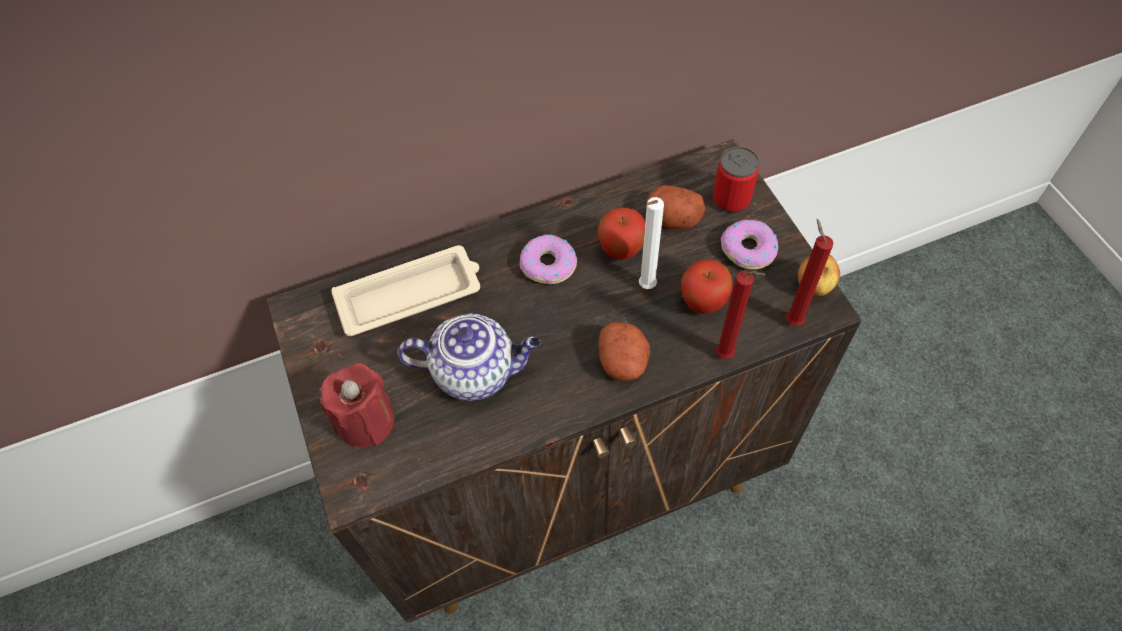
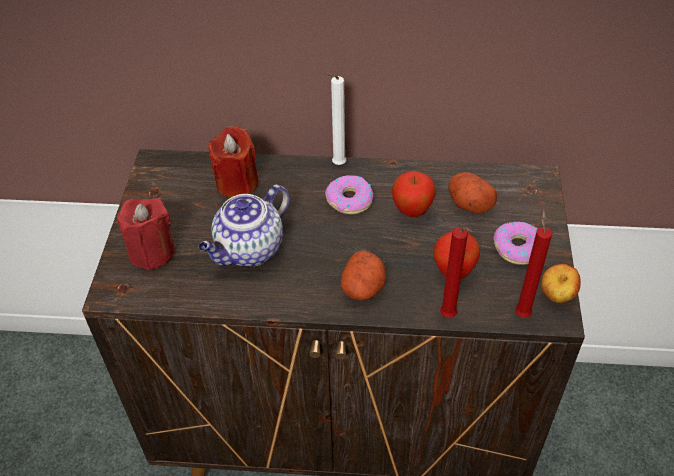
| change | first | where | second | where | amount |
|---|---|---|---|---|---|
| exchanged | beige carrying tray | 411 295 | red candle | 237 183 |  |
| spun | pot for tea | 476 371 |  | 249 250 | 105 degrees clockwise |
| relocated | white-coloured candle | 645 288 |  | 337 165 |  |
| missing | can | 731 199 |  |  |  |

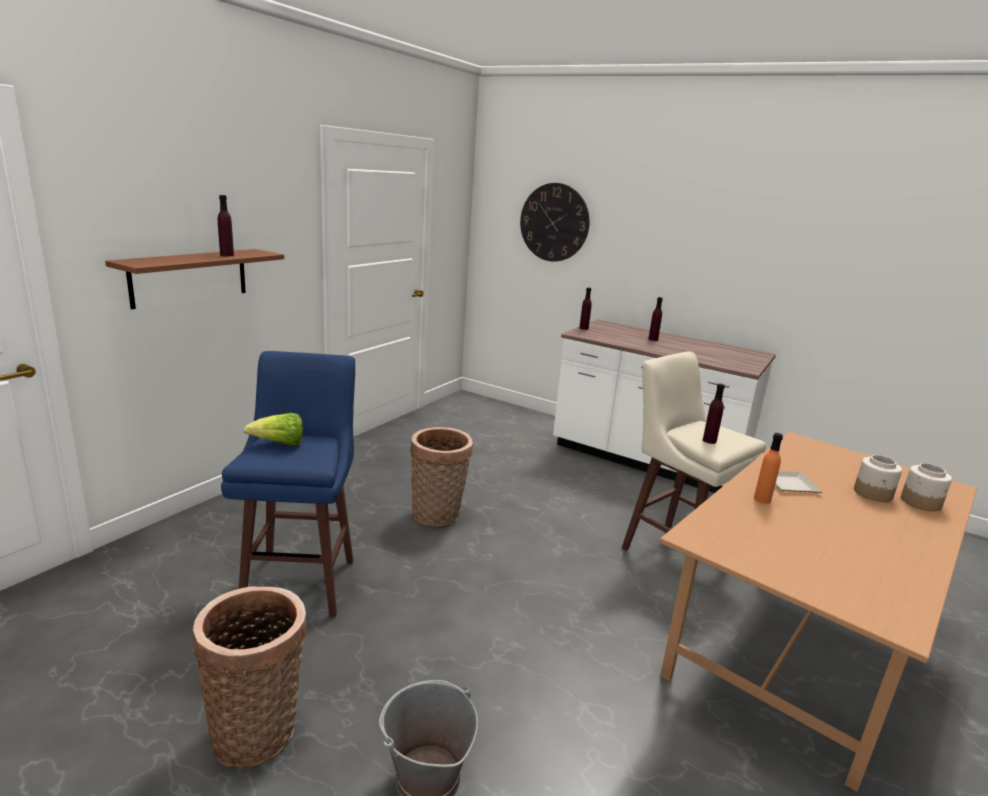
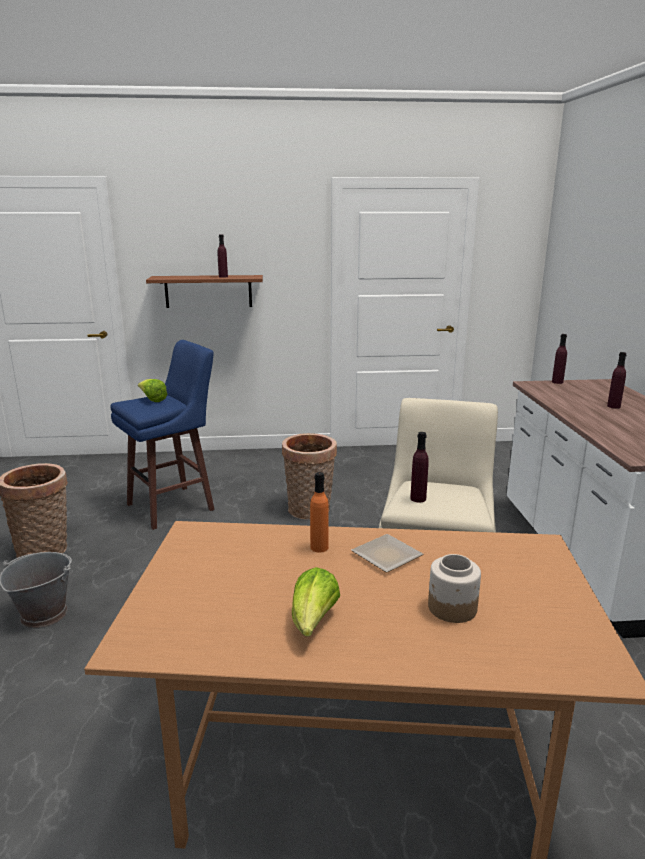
| change | first | where | second | where | amount |
|---|---|---|---|---|---|
| missing | wall clock | 554 222 |  |  |  |
| missing | storage jar | 921 502 |  |  |  |
| appeared |  |  | head of lettuce | 313 622 |  |

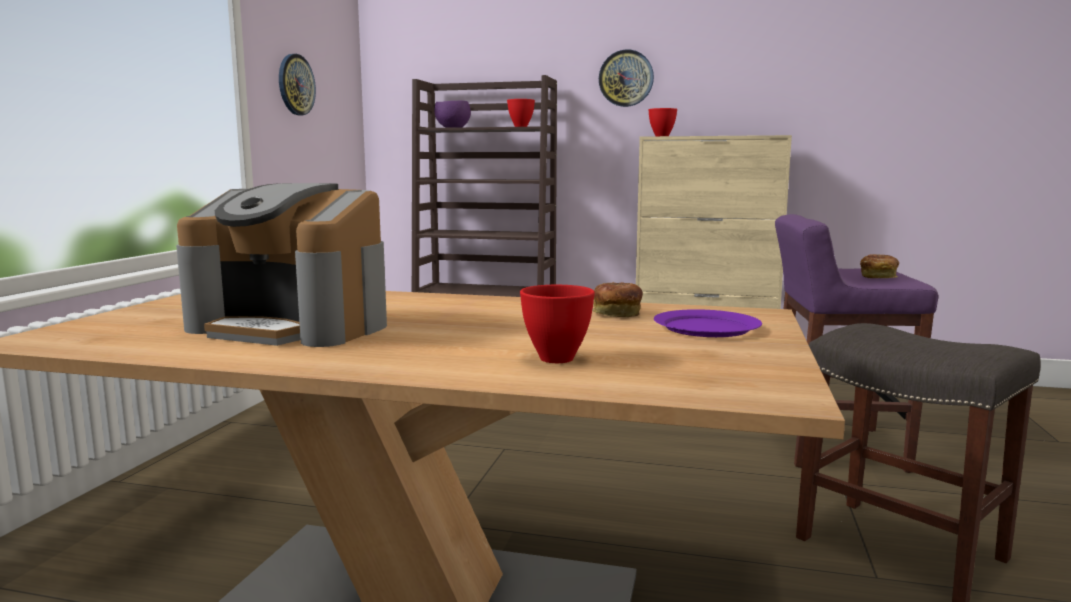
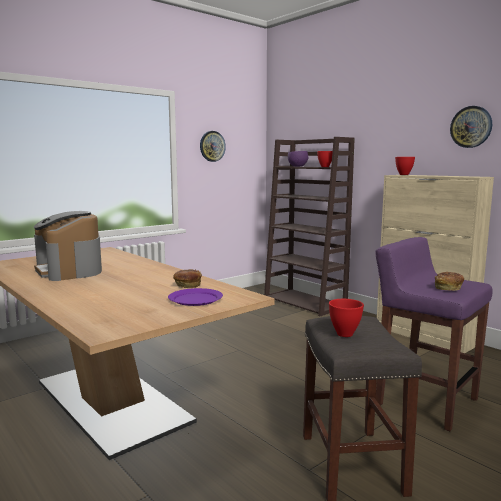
| change | first | where | second | where | amount |
|---|---|---|---|---|---|
| relocated | red serving bowl | 555 358 |  | 344 334 |  |
| relocated | wall clock | 626 78 |  | 471 127 |  |

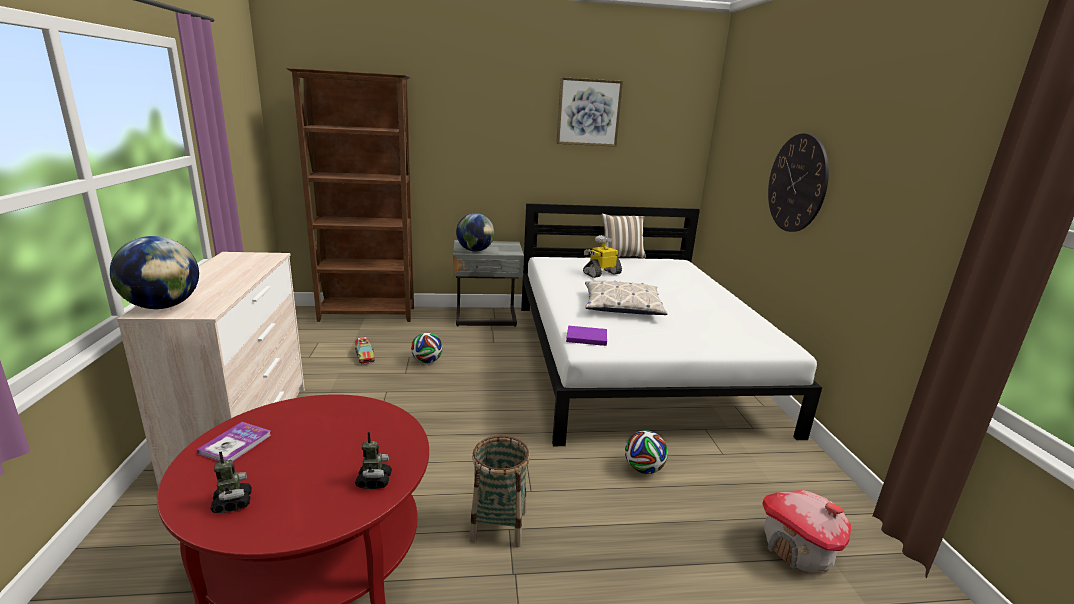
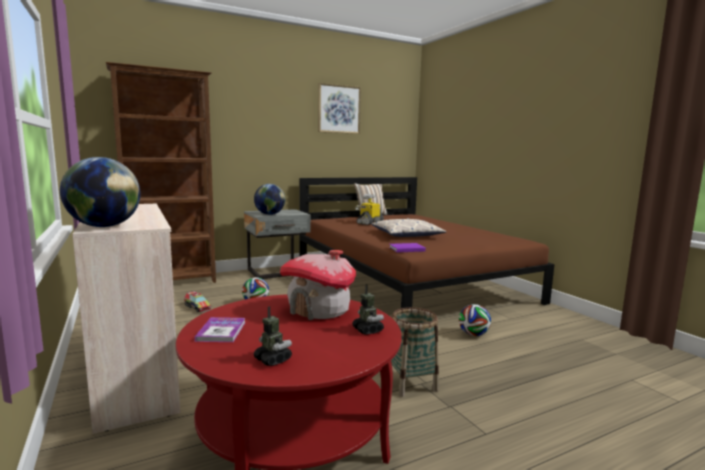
| change | first | where | second | where | amount |
|---|---|---|---|---|---|
| colour | white-coloured bedroom bed | 635 360 | brownish bedroom bed | 409 281 |  |
| relocated | model house | 798 550 |  | 319 310 |  |
| missing | wall clock | 797 183 |  |  |  |

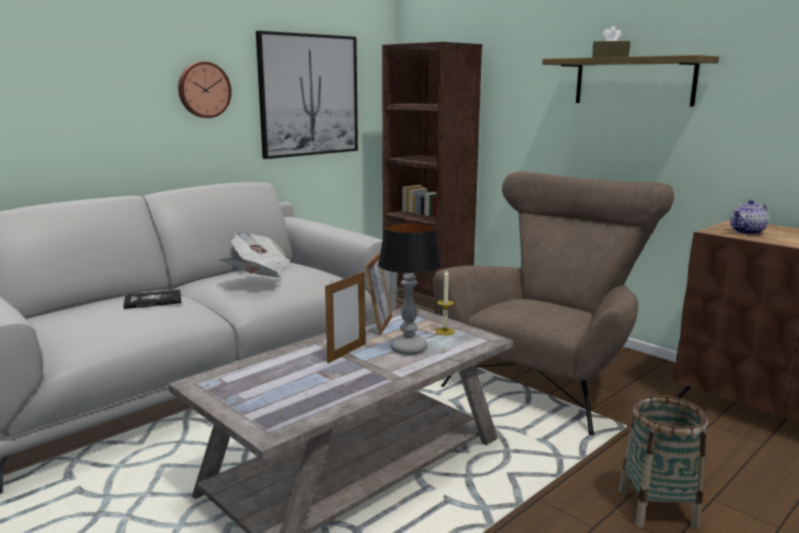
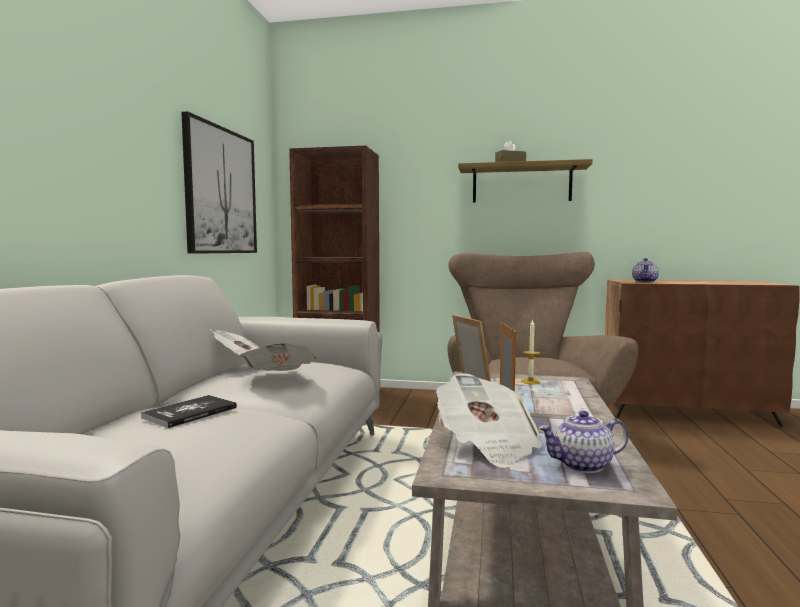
| change | first | where | second | where | amount |
|---|---|---|---|---|---|
| missing | wall clock | 203 90 |  |  |  |
| missing | table lamp | 407 348 |  |  |  |
| missing | basket | 657 508 |  |  |  |
| appeared |  |  | newspaper | 487 445 |  |
| appeared |  |  | pot for tea | 582 465 |  |

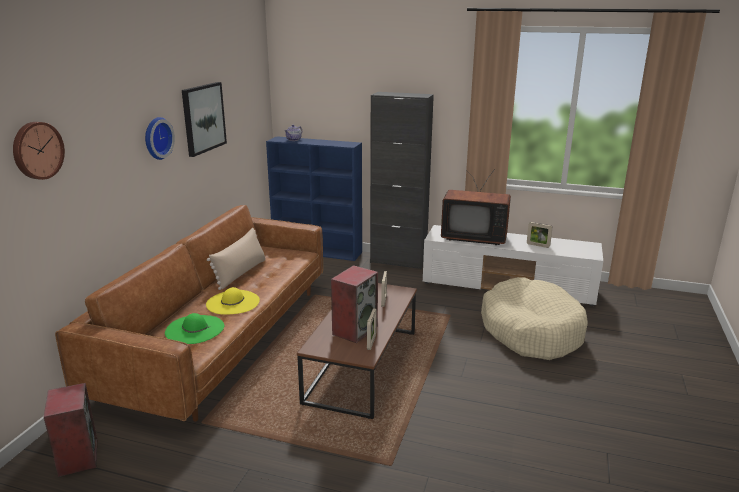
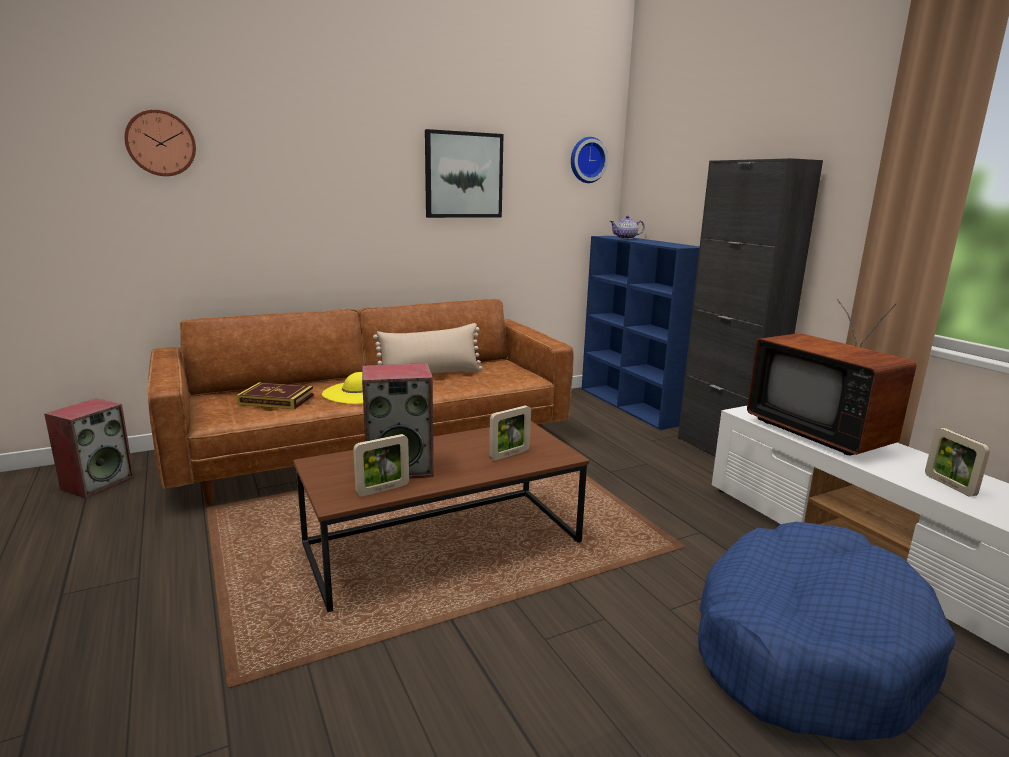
| change | first | where | second | where | amount |
|---|---|---|---|---|---|
| relocated | wall clock | 156 138 |  | 587 160 |  |
| exchanged | greenish hat | 194 329 | bound book | 276 400 |  |
| colour | beige dog bed | 531 331 | blue dog bed | 806 647 |  |

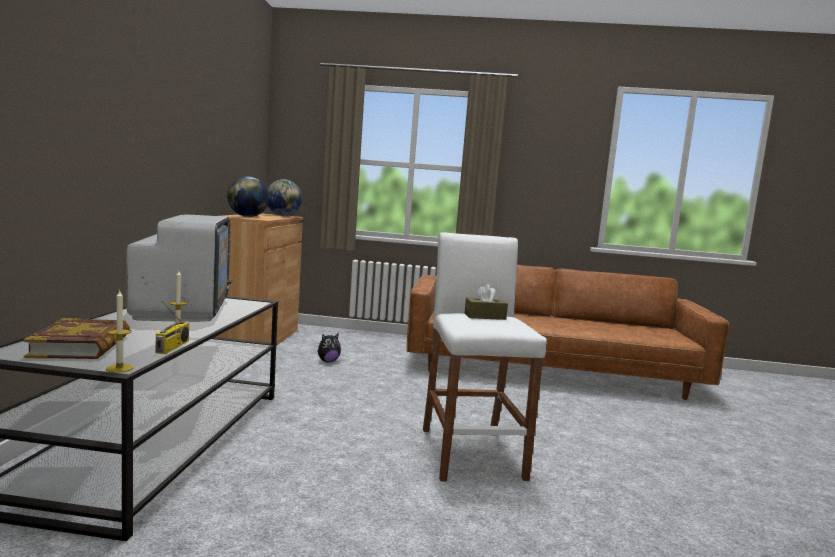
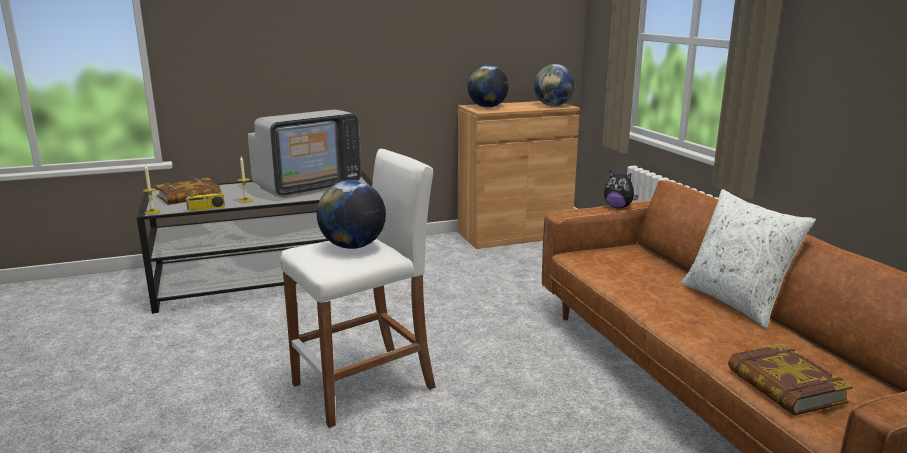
| change | first | where | second | where | amount |
|---|---|---|---|---|---|
| relocated | soft toy | 328 361 |  | 618 207 |  |
| exchanged | brownish tissue box | 485 316 | desk globe | 353 246 |  |
| appeared |  |  | white-coloured pillow | 735 302 |  |
| appeared |  |  | bound book | 784 386 |  |

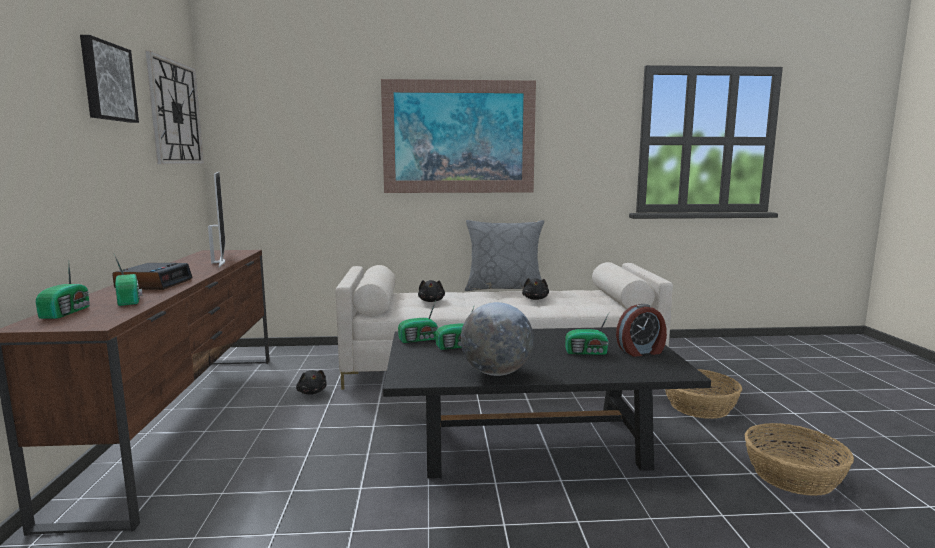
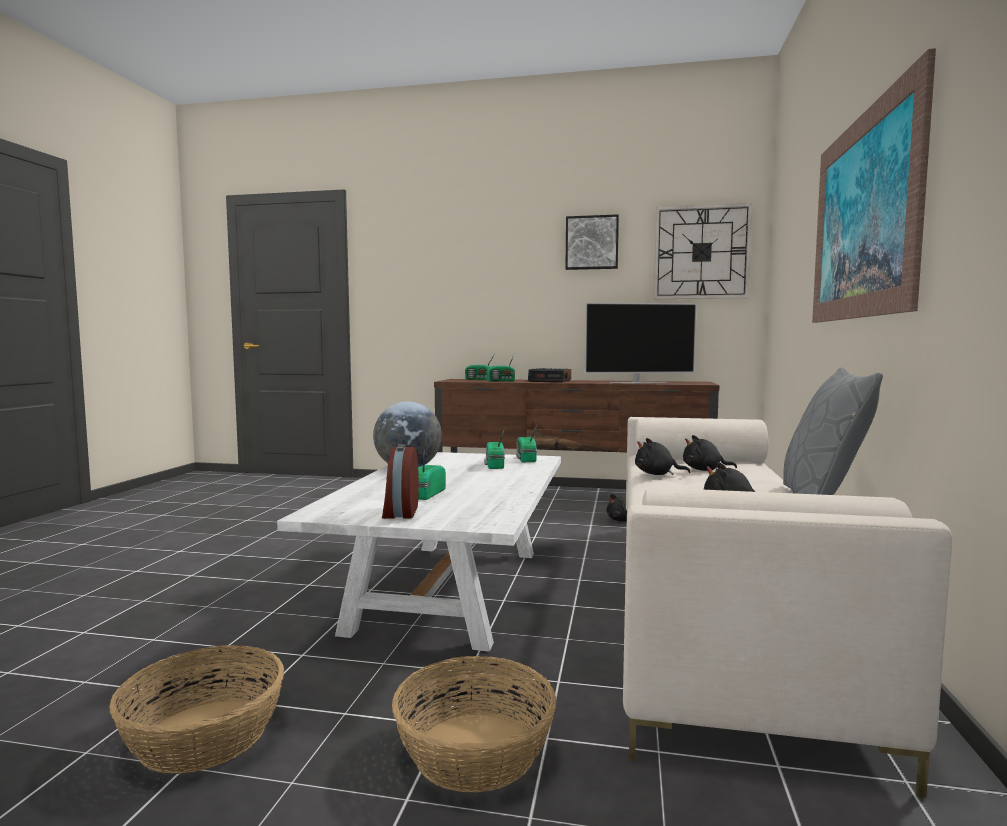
| change | first | where | second | where | amount |
|---|---|---|---|---|---|
| colour | blackish lounge table | 531 443 | white-coloured lounge table | 451 589 |  |
| appeared |  |  | blackish soft toy | 657 474 |  |

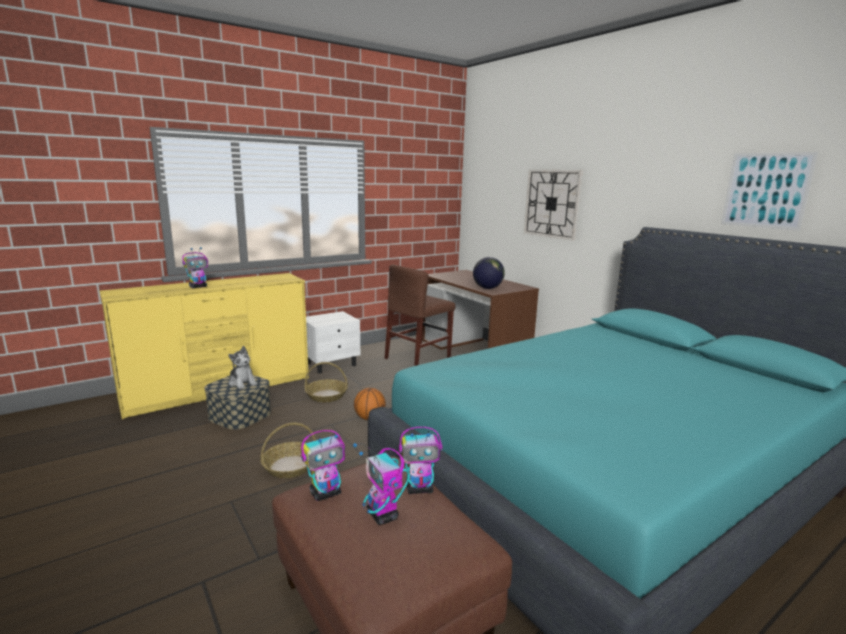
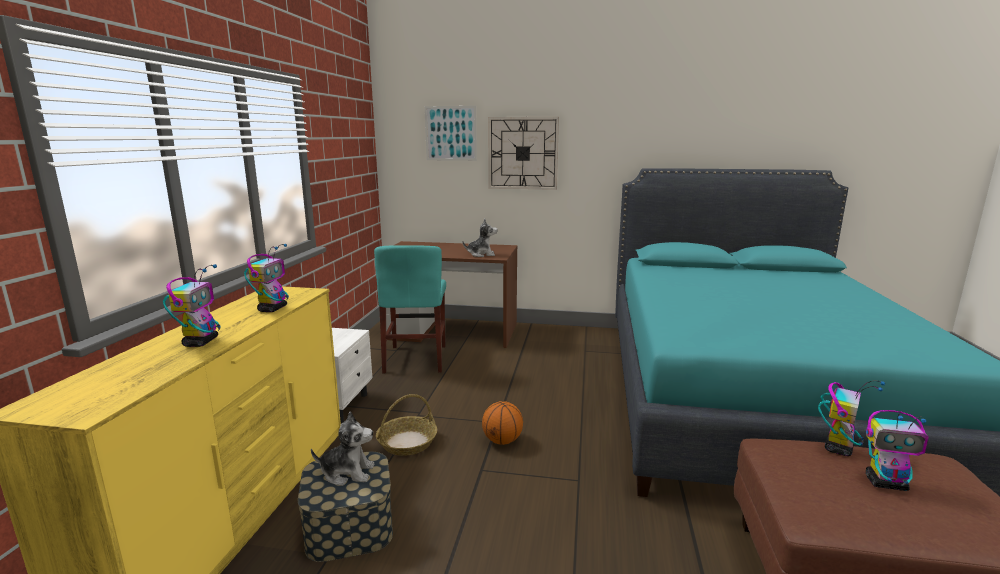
| change | first | where | second | where | amount |
|---|---|---|---|---|---|
| missing | basket | 290 466 |  |  |  |
| relocated | robot figure | 326 493 |  | 273 309 |  |
| colour | brownish chair | 418 357 | turquoise chair | 416 358 |  |
| exchanged | desk globe | 487 288 | soft toy | 481 254 |  |
| relocated | wall picture | 766 190 |  | 451 133 |  |

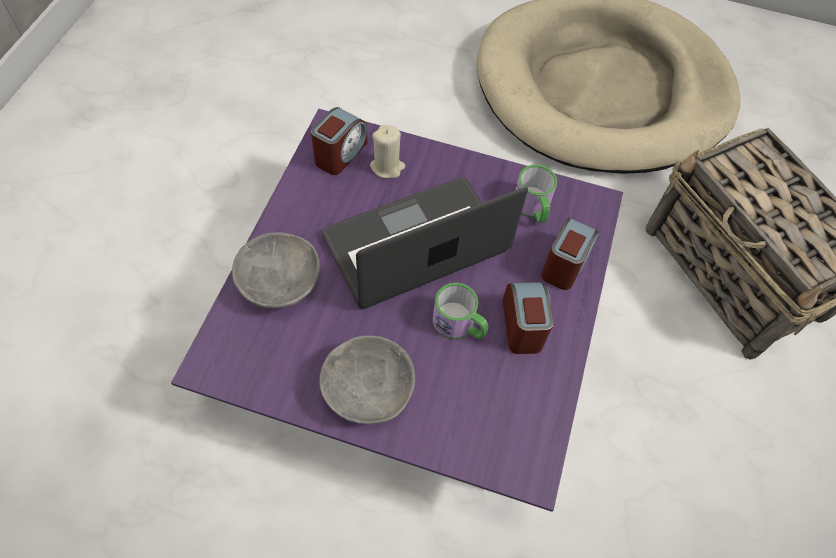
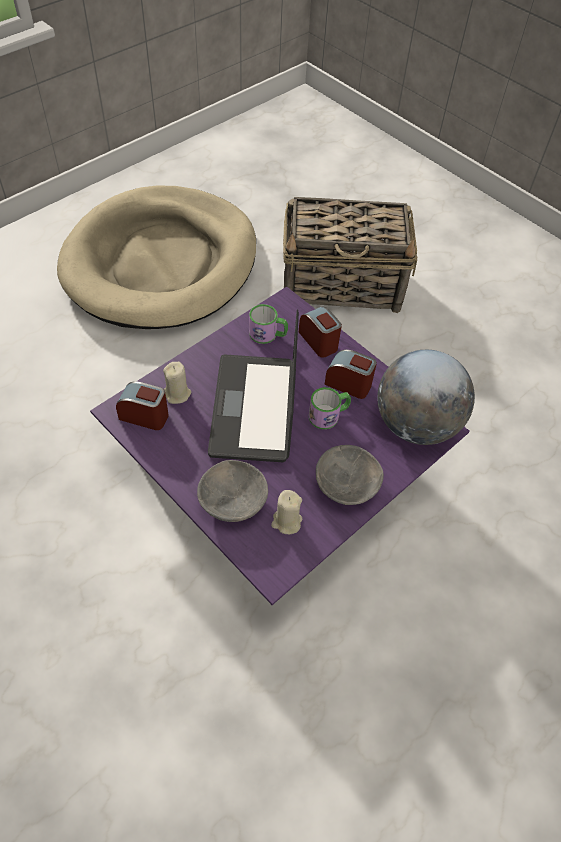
| change | first | where | second | where | amount |
|---|---|---|---|---|---|
| spun | table clock | 340 153 |  | 144 416 | 45 degrees counterclockwise |
| appeared |  |  | beige candle | 286 522 |  |
| appeared |  |  | desk globe | 415 424 |  |

